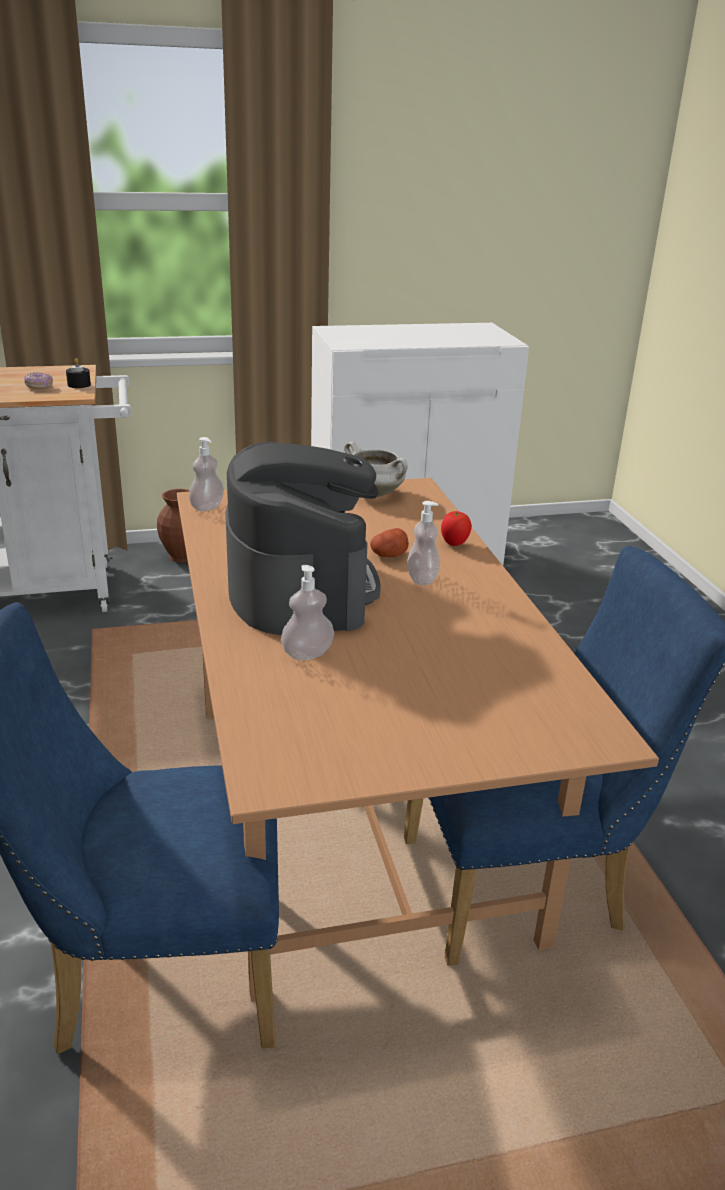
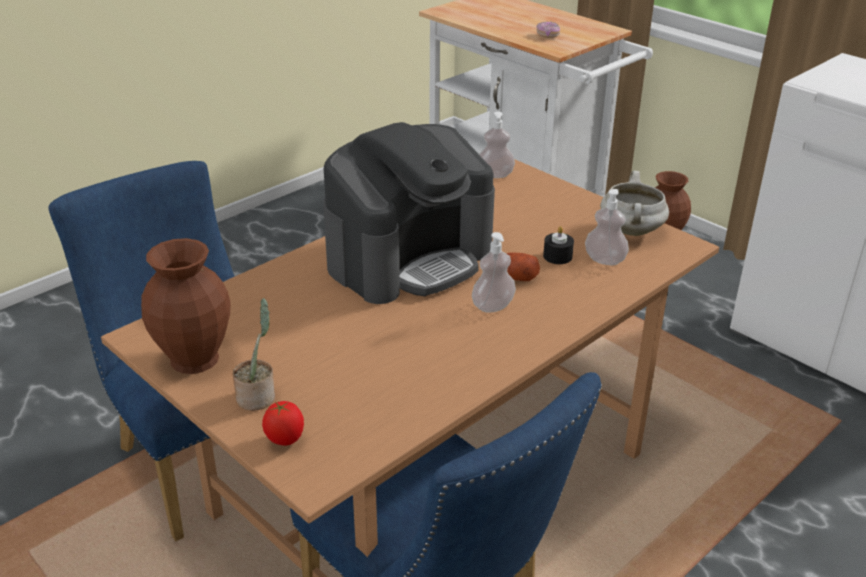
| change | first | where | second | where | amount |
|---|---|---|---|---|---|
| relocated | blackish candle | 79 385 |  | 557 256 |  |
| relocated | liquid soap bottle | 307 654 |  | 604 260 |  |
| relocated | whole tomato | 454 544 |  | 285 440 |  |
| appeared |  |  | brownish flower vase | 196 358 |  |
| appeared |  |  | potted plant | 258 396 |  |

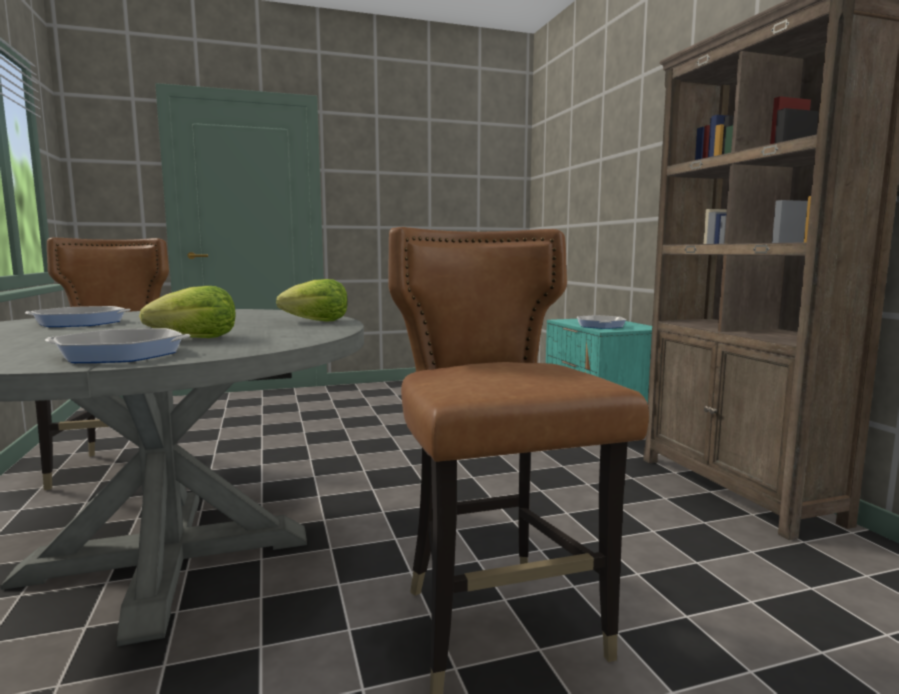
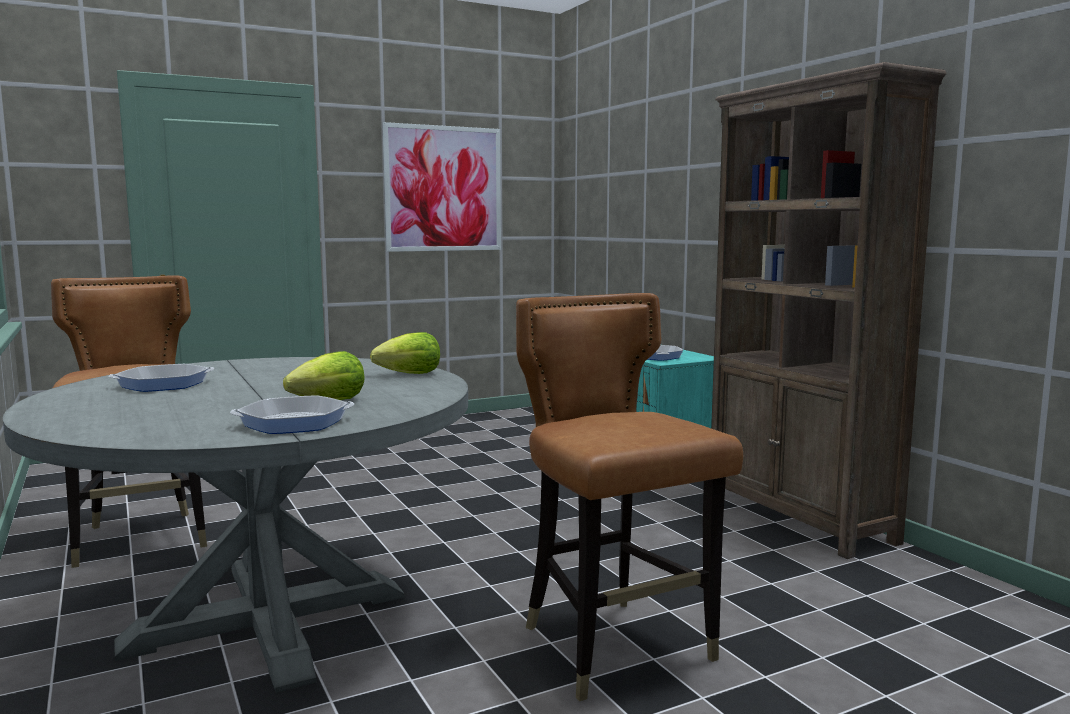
| change | first | where | second | where | amount |
|---|---|---|---|---|---|
| appeared |  |  | wall picture | 443 189 |  |

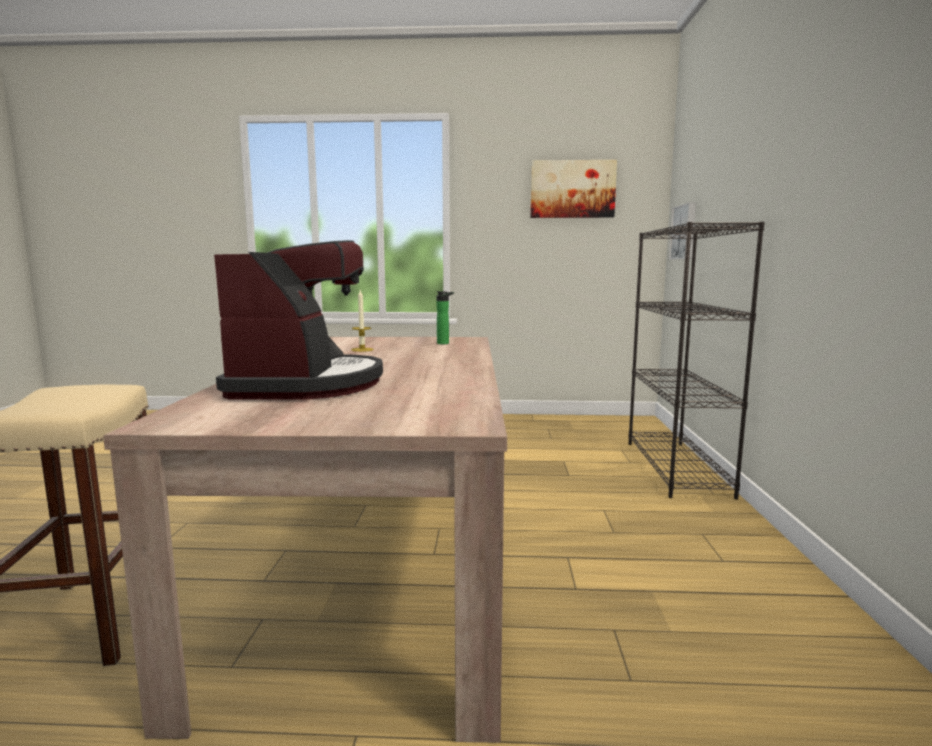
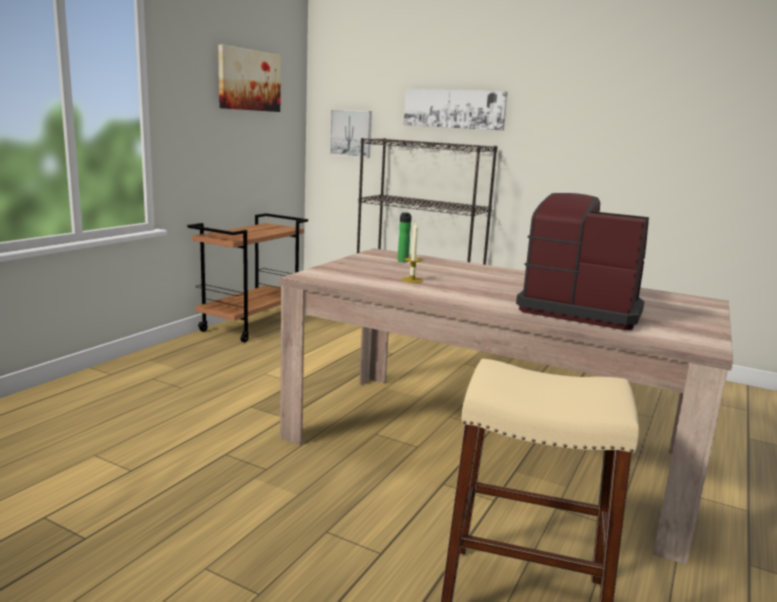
| change | first | where | second | where | amount |
|---|---|---|---|---|---|
| appeared |  |  | brownish trolley | 252 325 |  |
| appeared |  |  | wall picture | 454 109 |  |

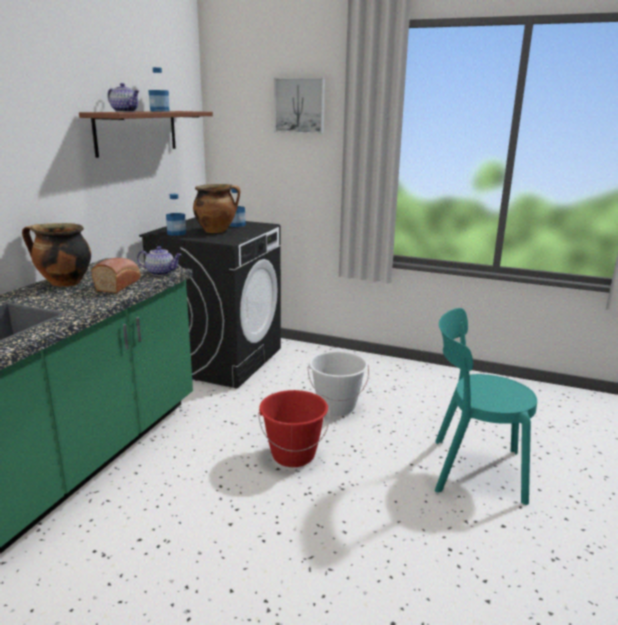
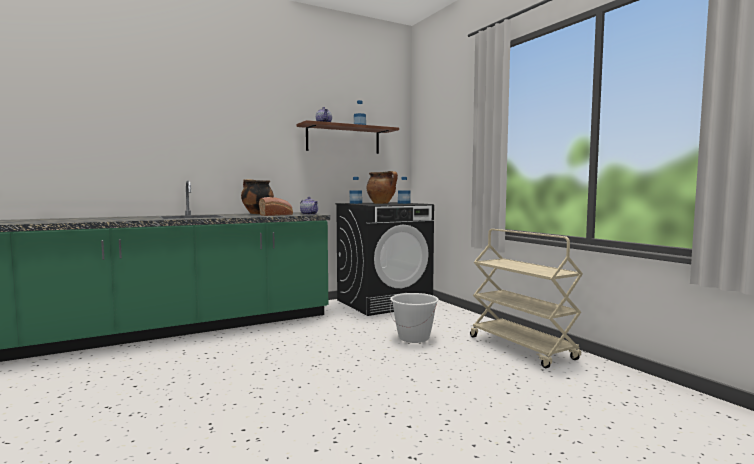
| change | first | where | second | where | amount |
|---|---|---|---|---|---|
| missing | red pail | 293 455 |  |  |  |
| missing | wall picture | 300 105 |  |  |  |
| missing | turquoise chair | 471 469 |  |  |  |
| appeared |  |  | beige trolley | 522 348 |  |

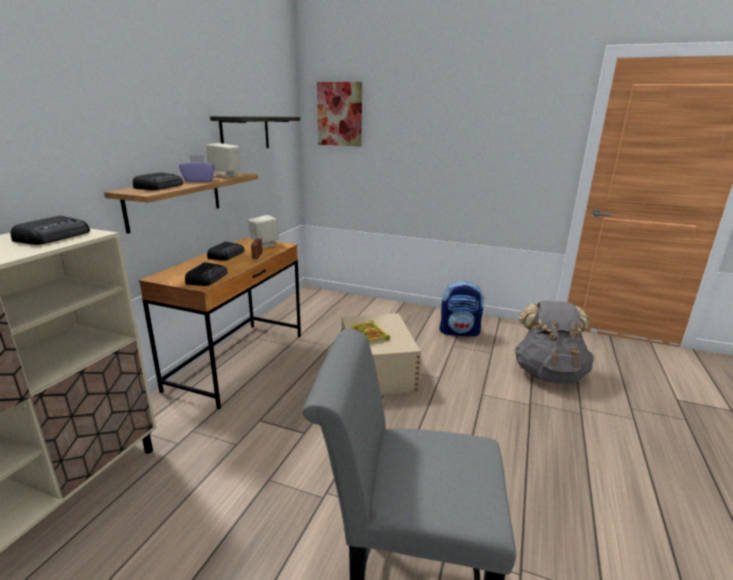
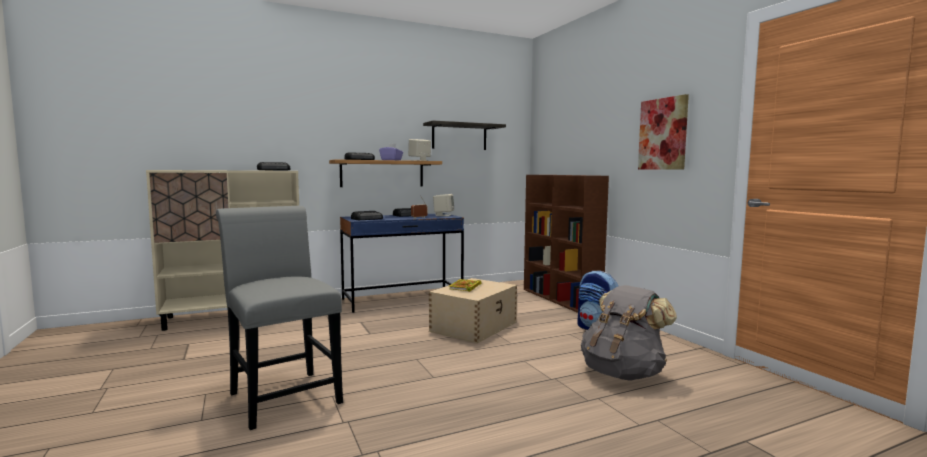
| change | first | where | second | where | amount |
|---|---|---|---|---|---|
| colour | brownish desk unit | 238 361 | blue desk unit | 403 299 |  |
| relocated | wall picture | 339 114 |  | 663 134 |  |
| appeared |  |  | brownish shelving unit | 561 299 |  |

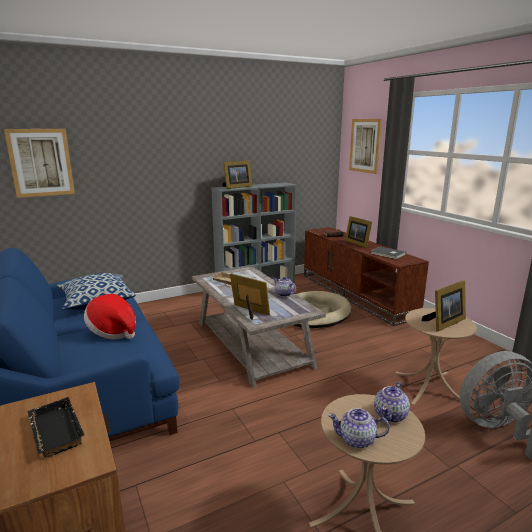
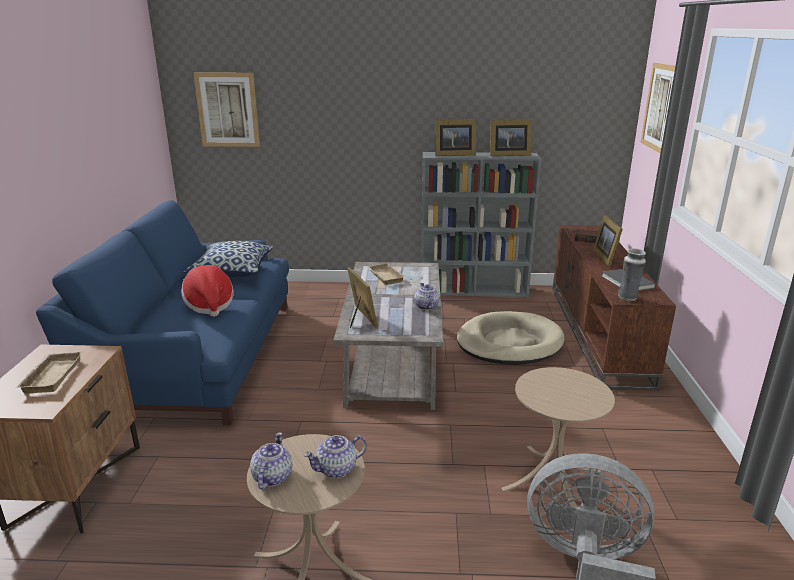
| change | first | where | second | where | amount |
|---|---|---|---|---|---|
| colour | blackish carrying tray | 53 431 | beige carrying tray | 50 376 |  |
| spun | pot for tea | 357 440 |  | 271 477 | 60 degrees clockwise |
| relocated | picture frame | 444 323 |  | 507 155 |  |
| appeared |  |  | flower vase | 628 298 |  |

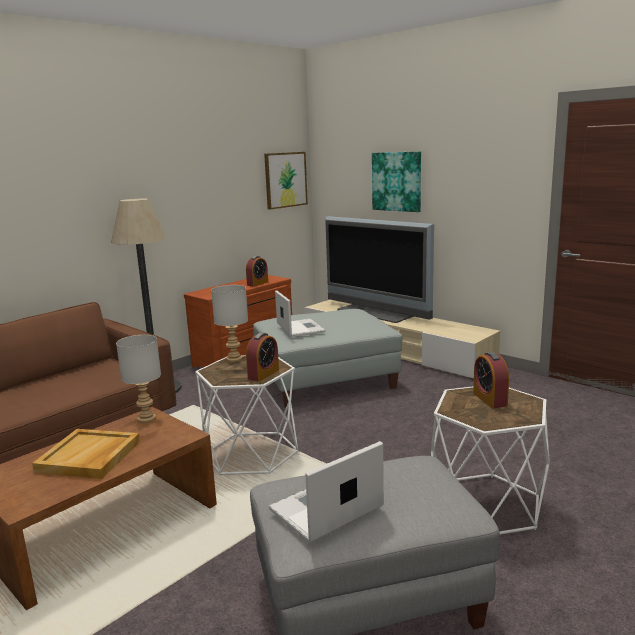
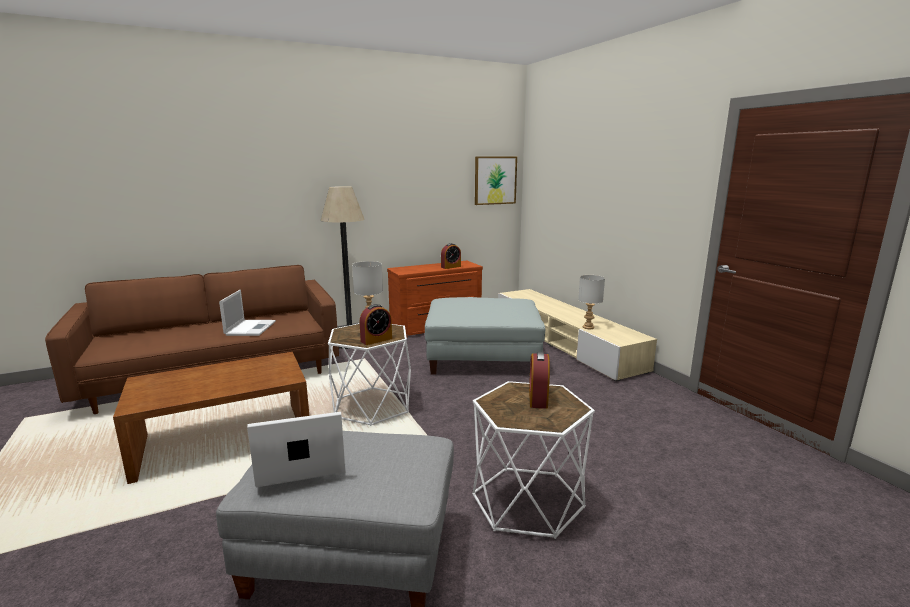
| change | first | where | second | where | amount |
|---|---|---|---|---|---|
| missing | beige carrying tray | 89 457 |  |  |  |
| relocated | gray table lamp | 146 419 |  | 588 327 |  |
| relocated | portable computer | 299 328 |  | 251 328 |  |
| missing | TV set | 375 312 |  |  |  |
| missing | wall picture | 397 181 |  |  |  |

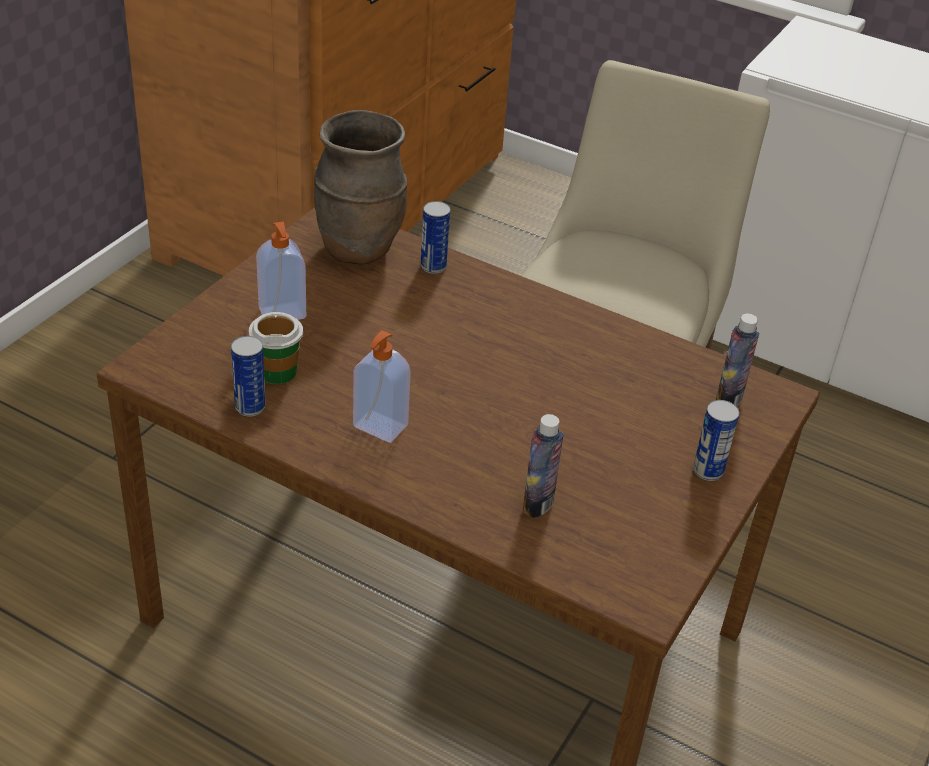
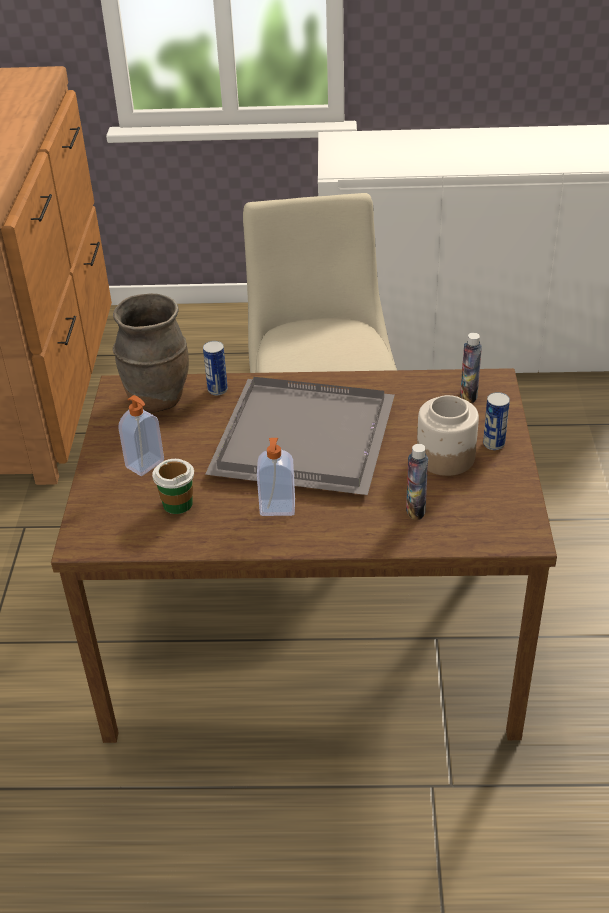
| change | first | where | second | where | amount |
|---|---|---|---|---|---|
| missing | can | 250 407 |  |  |  |
| appeared |  |  | gray carrying tray | 306 441 |  |
| appeared |  |  | storage jar | 444 457 |  |

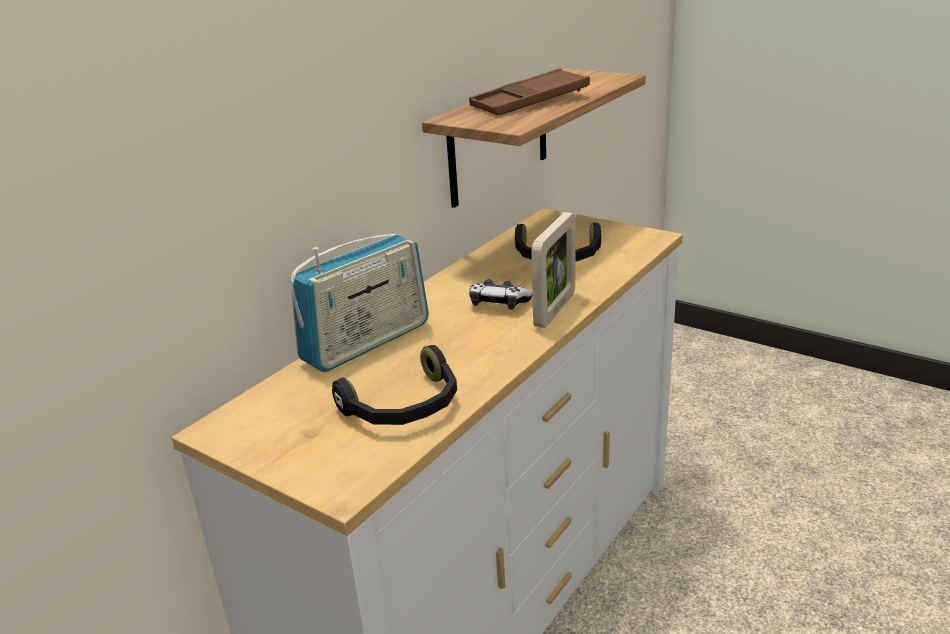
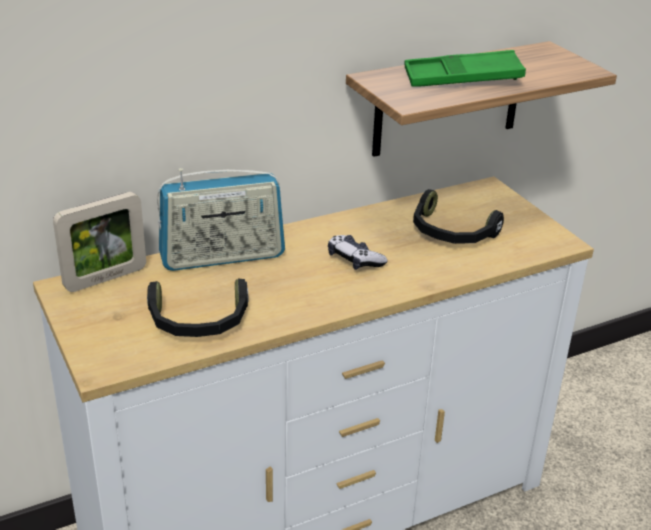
| change | first | where | second | where | amount |
|---|---|---|---|---|---|
| colour | brownish carrying tray | 530 102 | greenish carrying tray | 462 78 |  |
| relocated | picture frame | 555 310 |  | 105 278 |  |

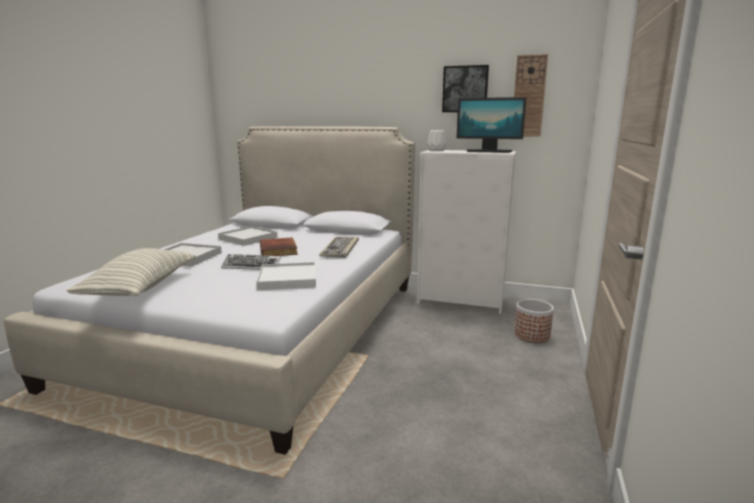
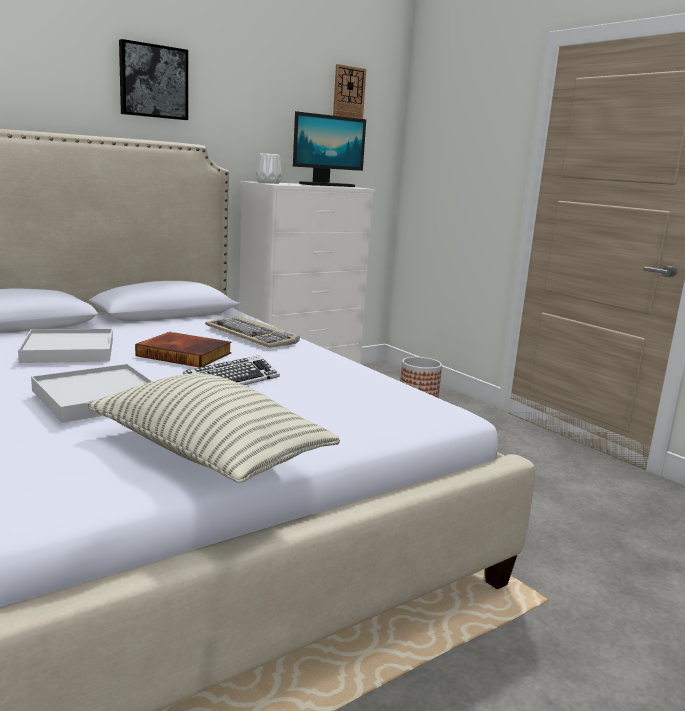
| change | first | where | second | where | amount |
|---|---|---|---|---|---|
| missing | white-coloured carrying tray | 288 279 |  |  |  |
| relocated | wall picture | 465 89 |  | 153 81 |  |

